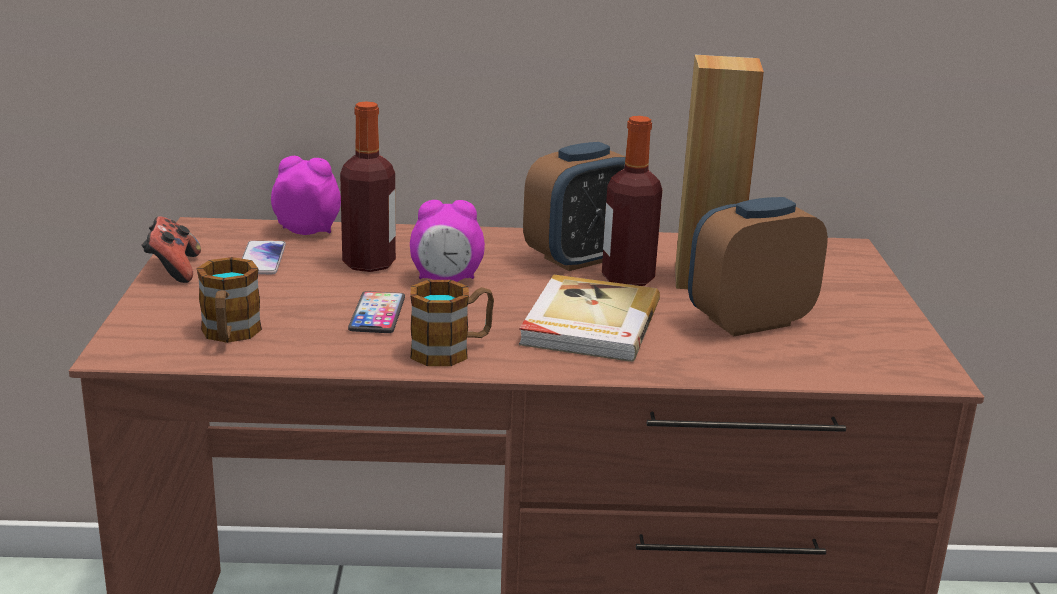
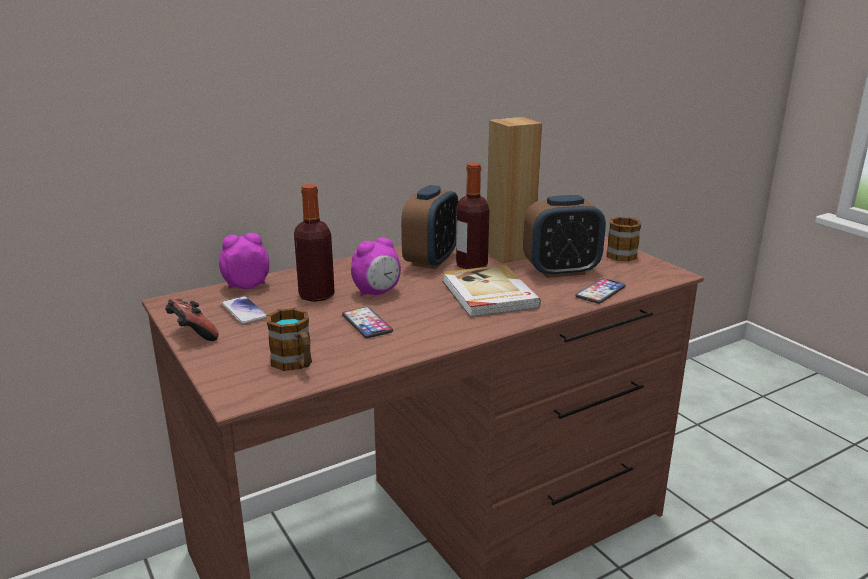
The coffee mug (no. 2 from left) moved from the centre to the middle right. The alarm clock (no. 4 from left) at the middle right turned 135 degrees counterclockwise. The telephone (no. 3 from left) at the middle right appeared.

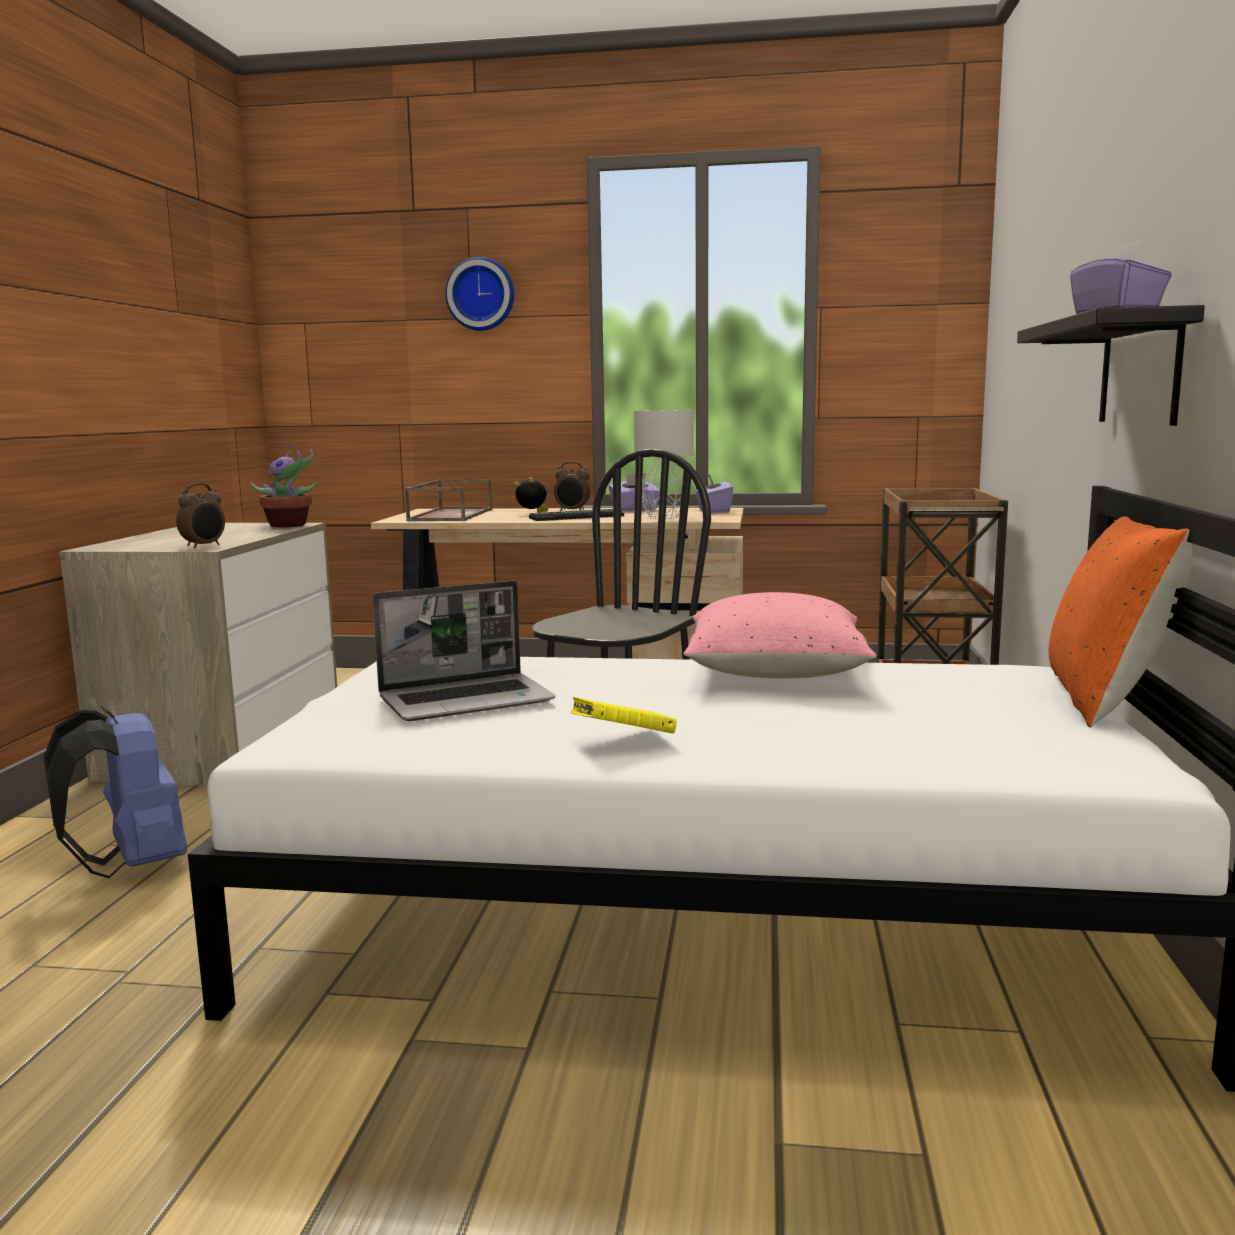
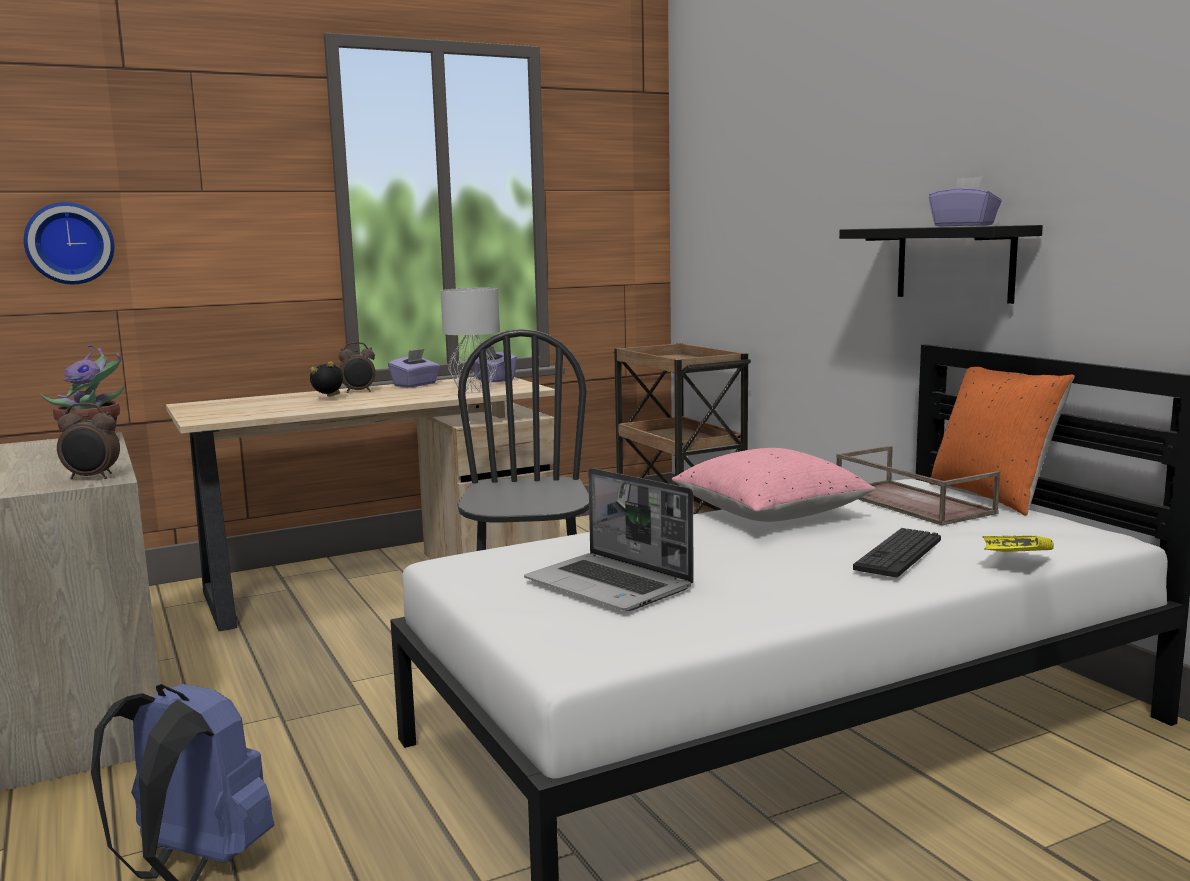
The alarm clock (no. 1 from left) at the middle left turned 90 degrees clockwise. The notebook computer at the centre turned 105 degrees clockwise. The brownish tray moved from the centre to the middle right. The wall clock moved from the top centre to the top left. The PC keyboard moved from the centre to the middle right. The yellow volume moved from the centre to the middle right.

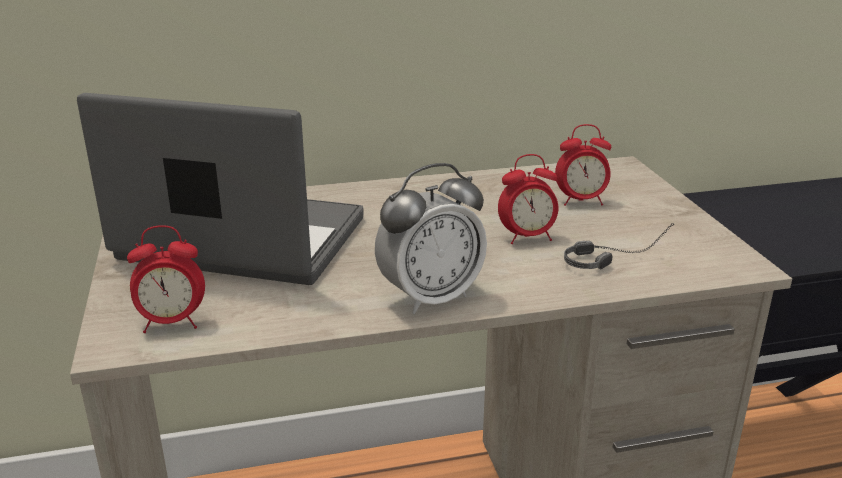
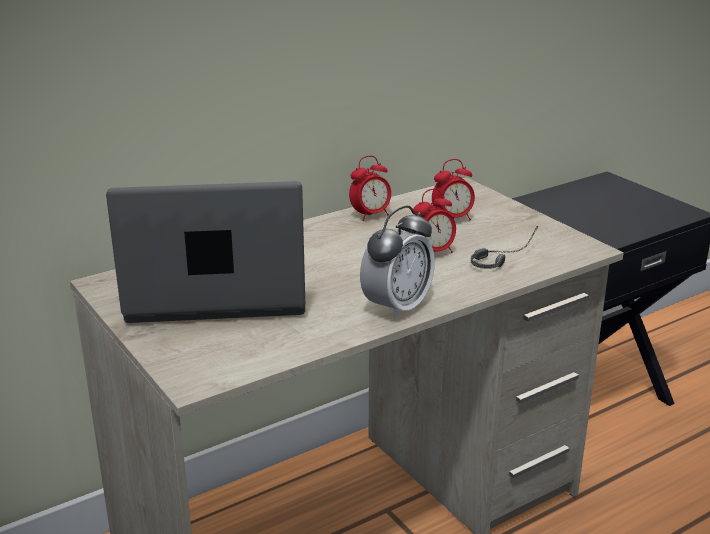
The alarm clock (no. 1 from left) moved from the middle left to the centre.

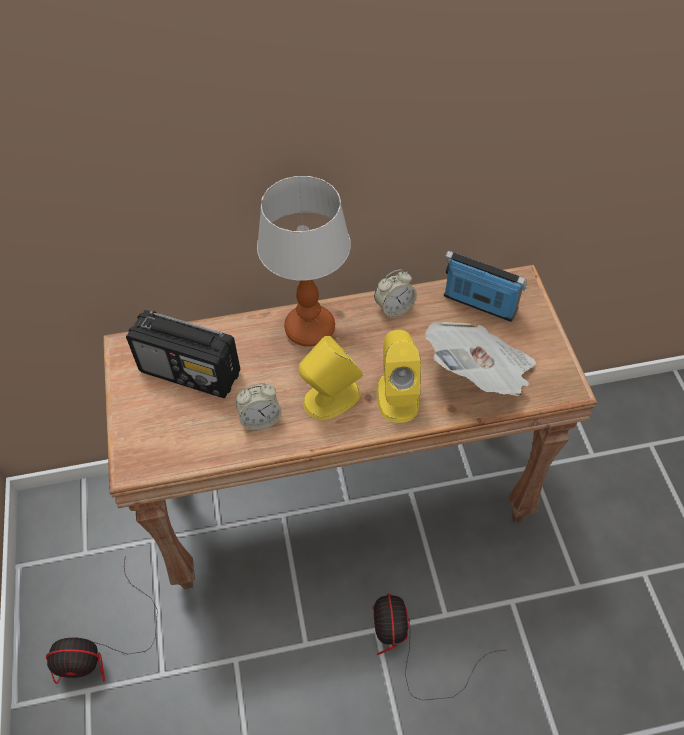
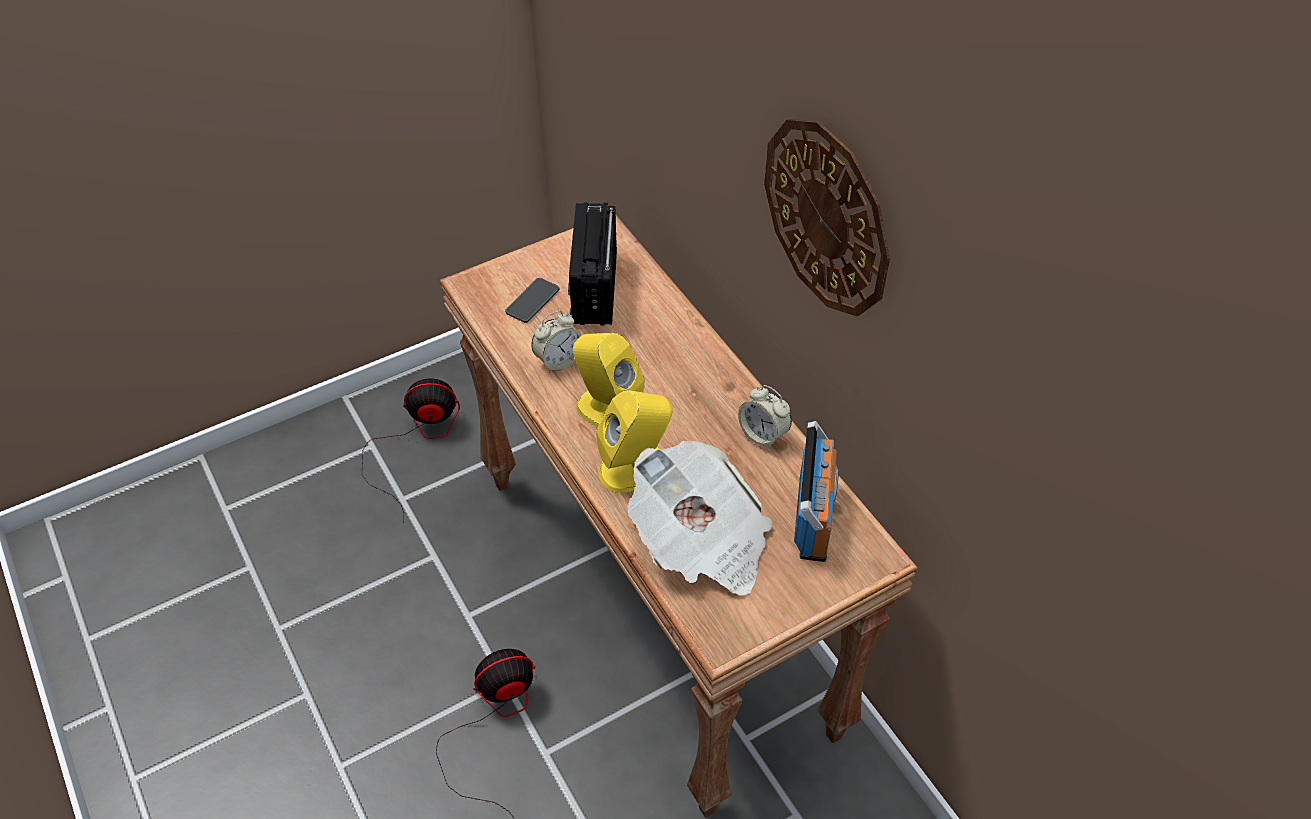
The cooling fan (no. 1 from left) at the bottom left turned 105 degrees clockwise. The alarm clock (no. 1 from left) at the centre turned 90 degrees counterclockwise. The tabletop lamp at the centre disappeared. The telephone at the centre appeared. The wall clock at the top centre appeared.

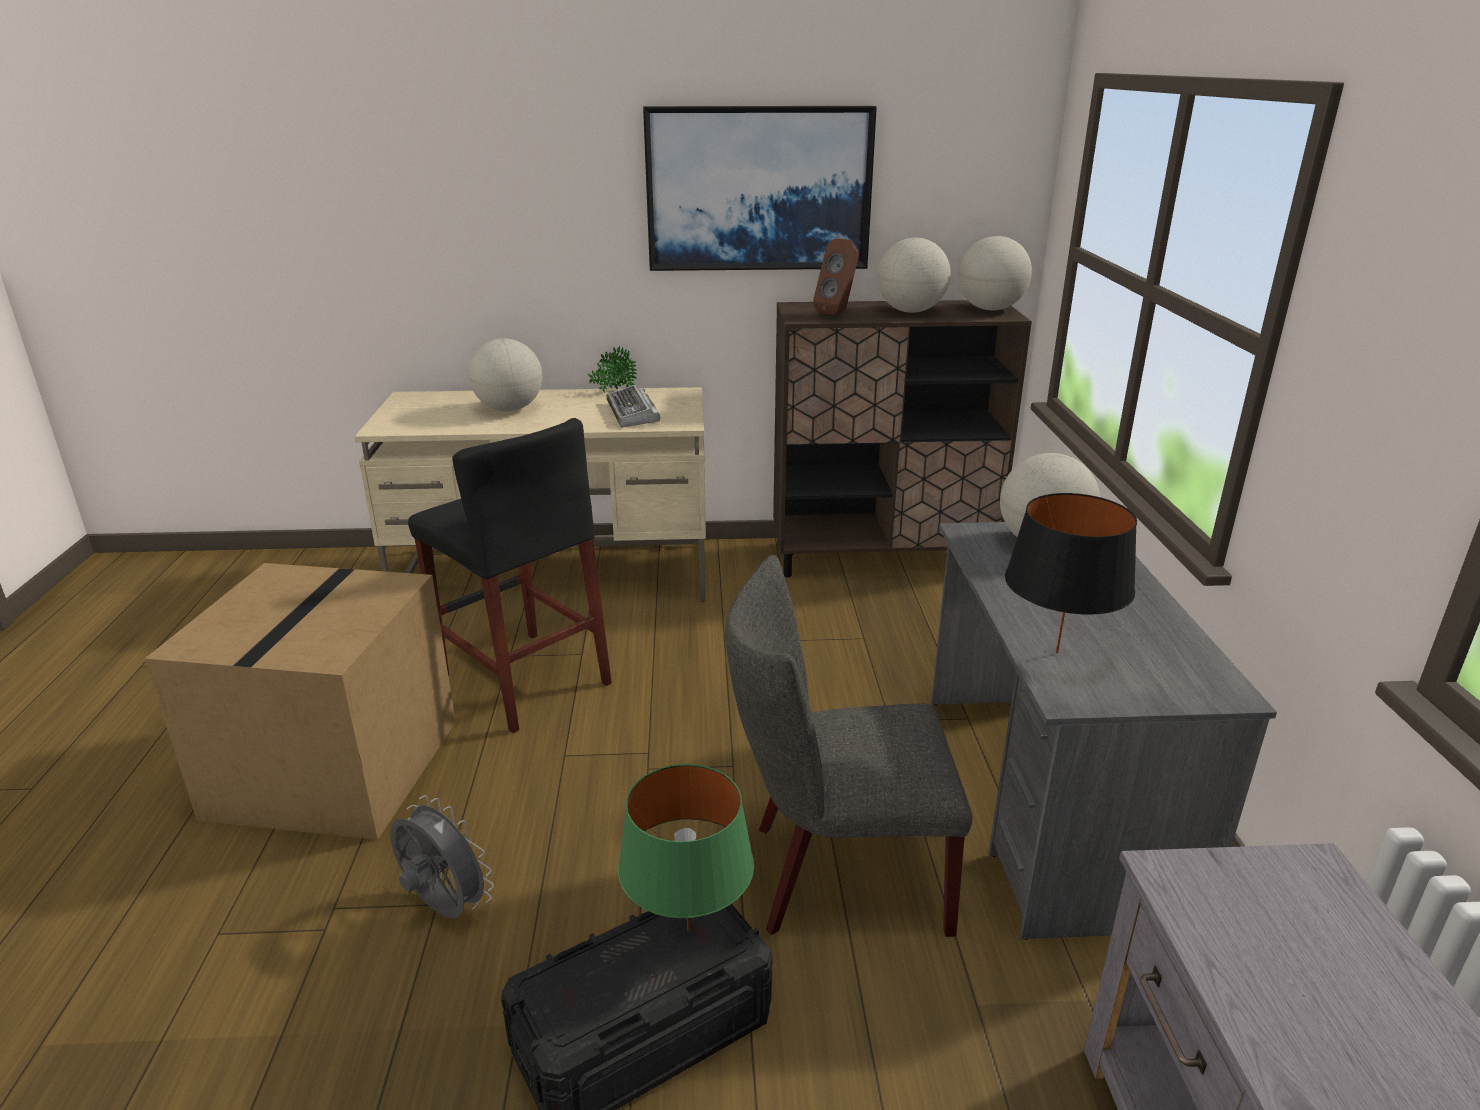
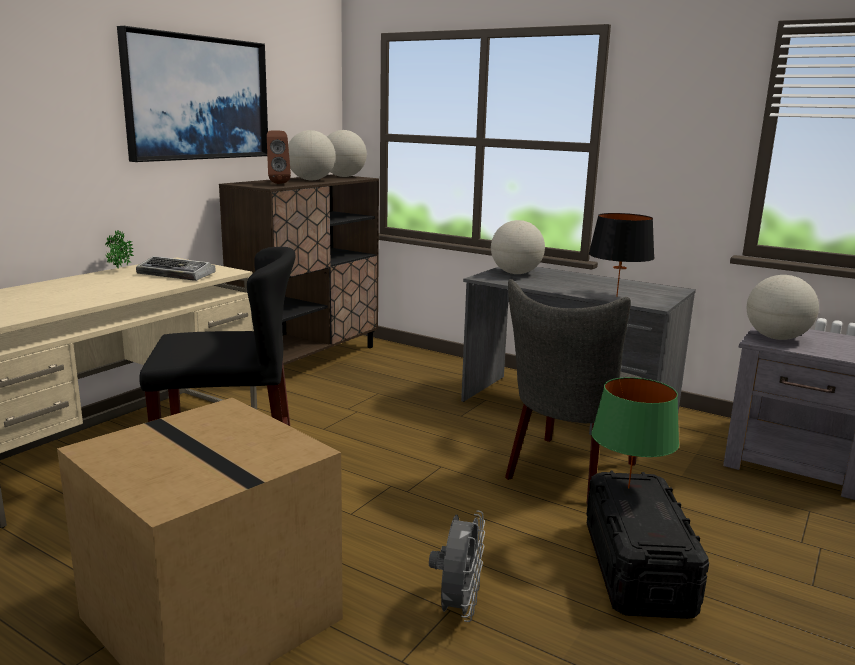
The gray cooling fan at the bottom left turned 120 degrees clockwise. The world globe (no. 1 from left in the first image) moved from the centre to the middle right.

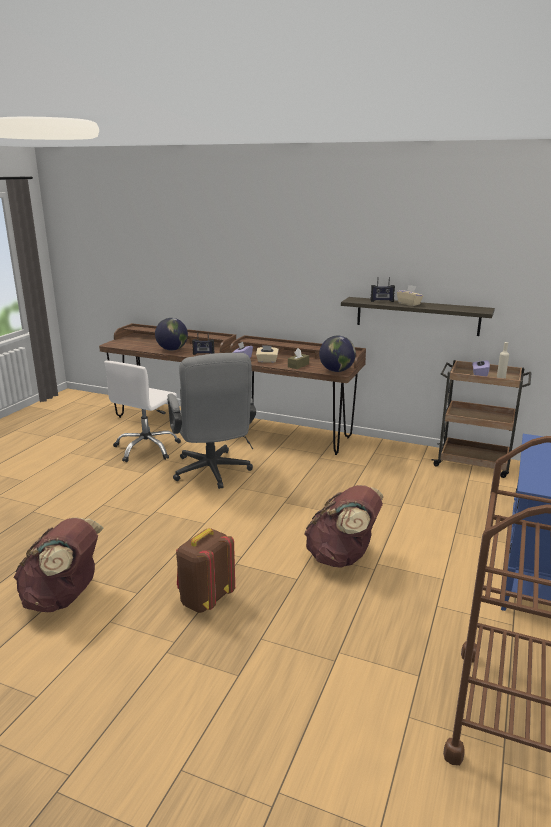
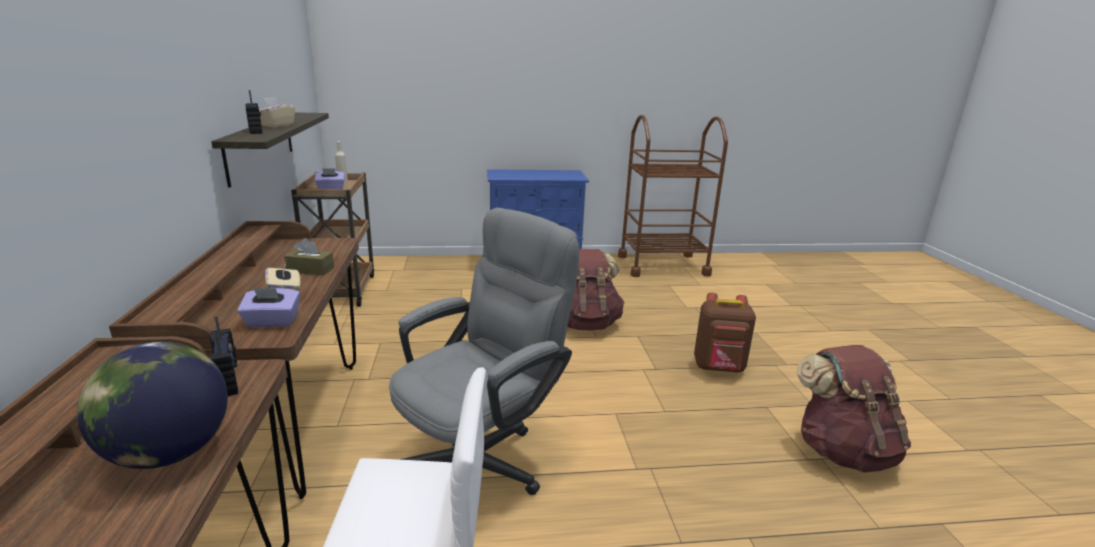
The world globe (no. 2 from left) at the centre disappeared.

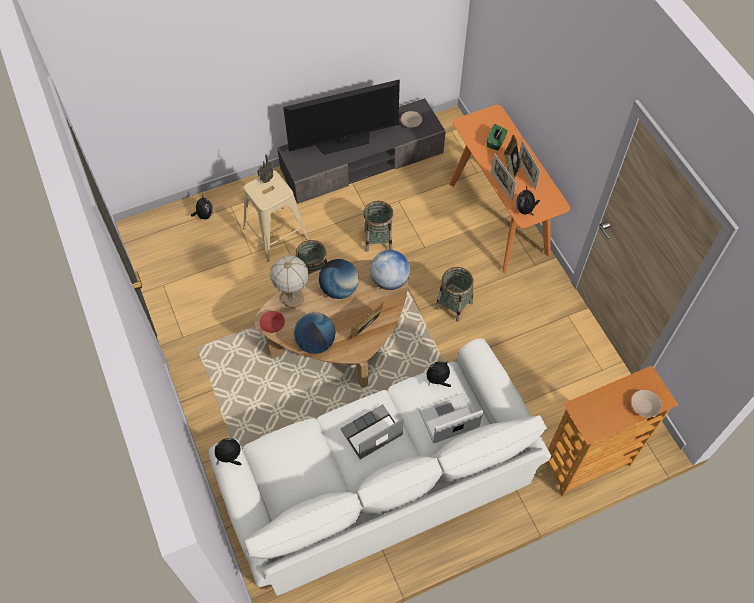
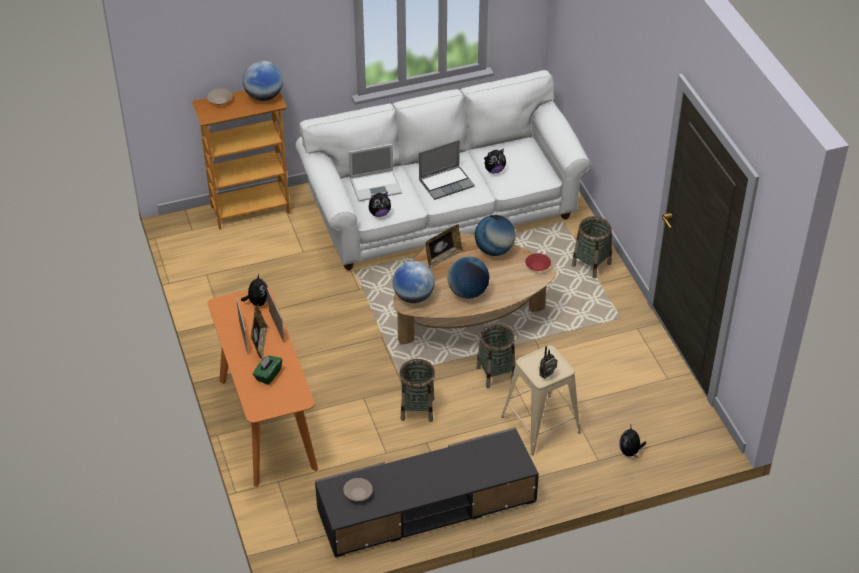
The cuddly toy (no. 2 from left in the first image) moved from the bottom left to the top centre. The tabletop lamp at the centre disappeared. The television at the top centre disappeared. The basket (no. 3 from left) moved from the centre to the middle right. The world globe (no. 1 from left) at the top left appeared.

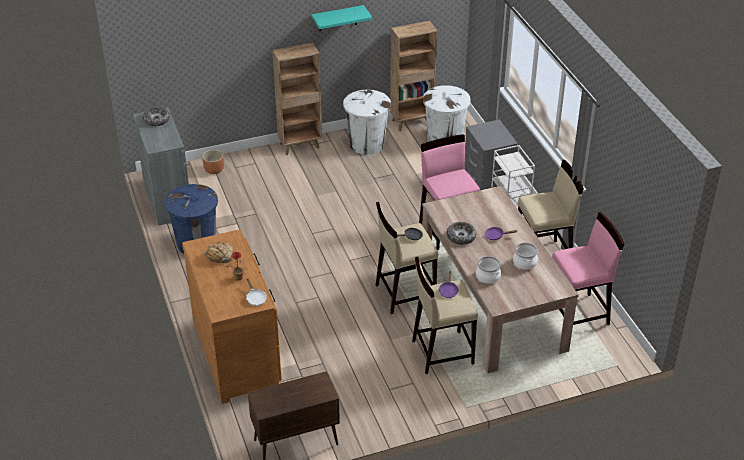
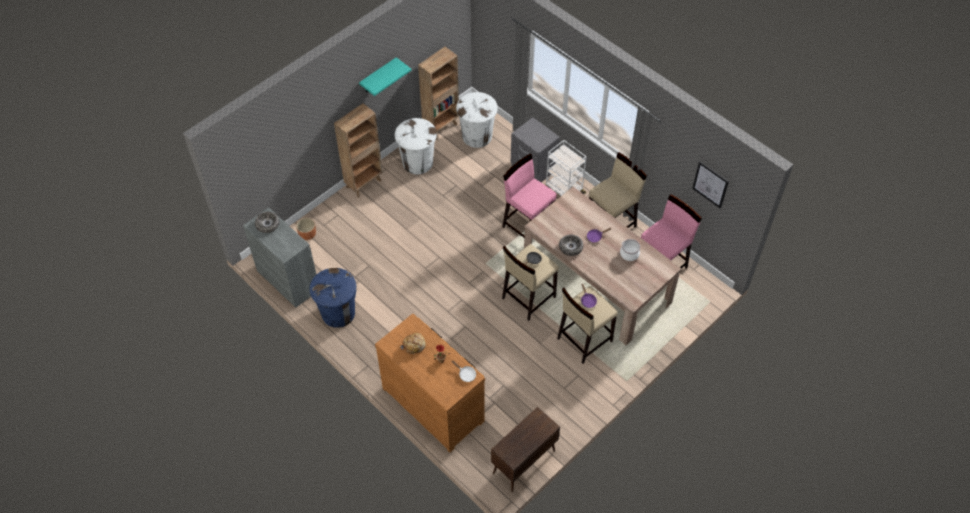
The saucepot (no. 1 from left) at the centre disappeared. The wall art at the middle right appeared.

